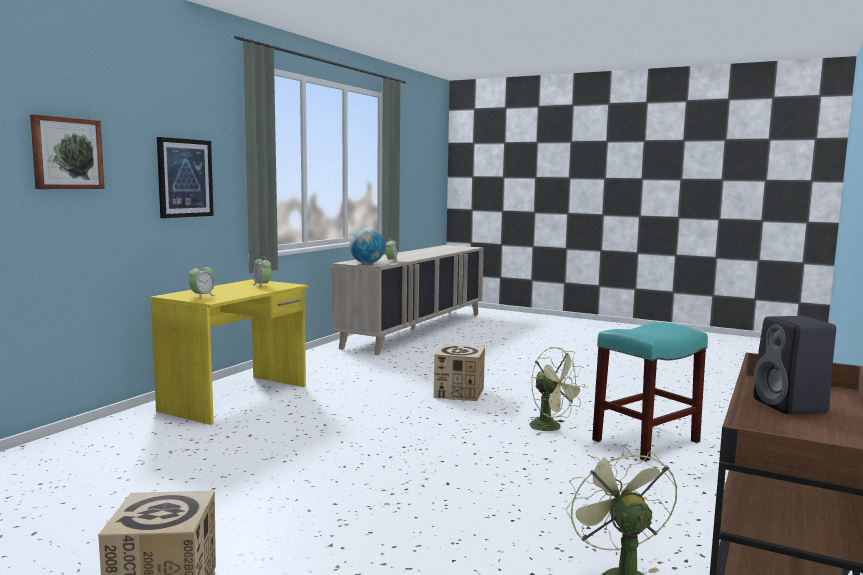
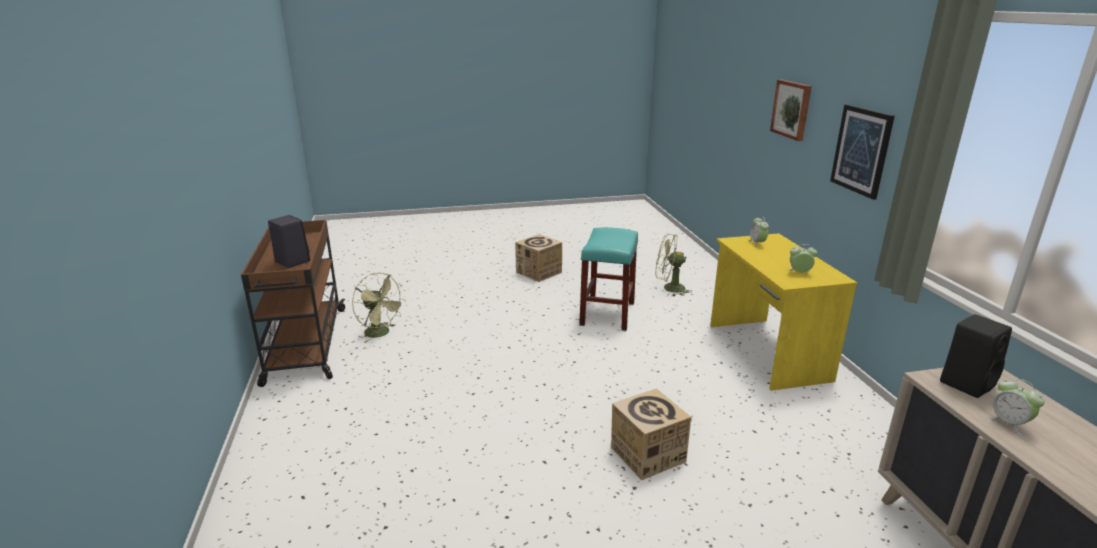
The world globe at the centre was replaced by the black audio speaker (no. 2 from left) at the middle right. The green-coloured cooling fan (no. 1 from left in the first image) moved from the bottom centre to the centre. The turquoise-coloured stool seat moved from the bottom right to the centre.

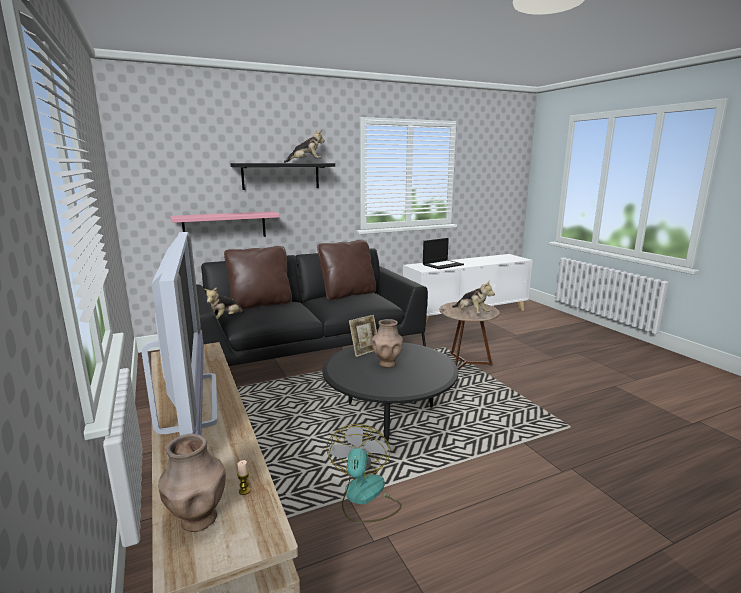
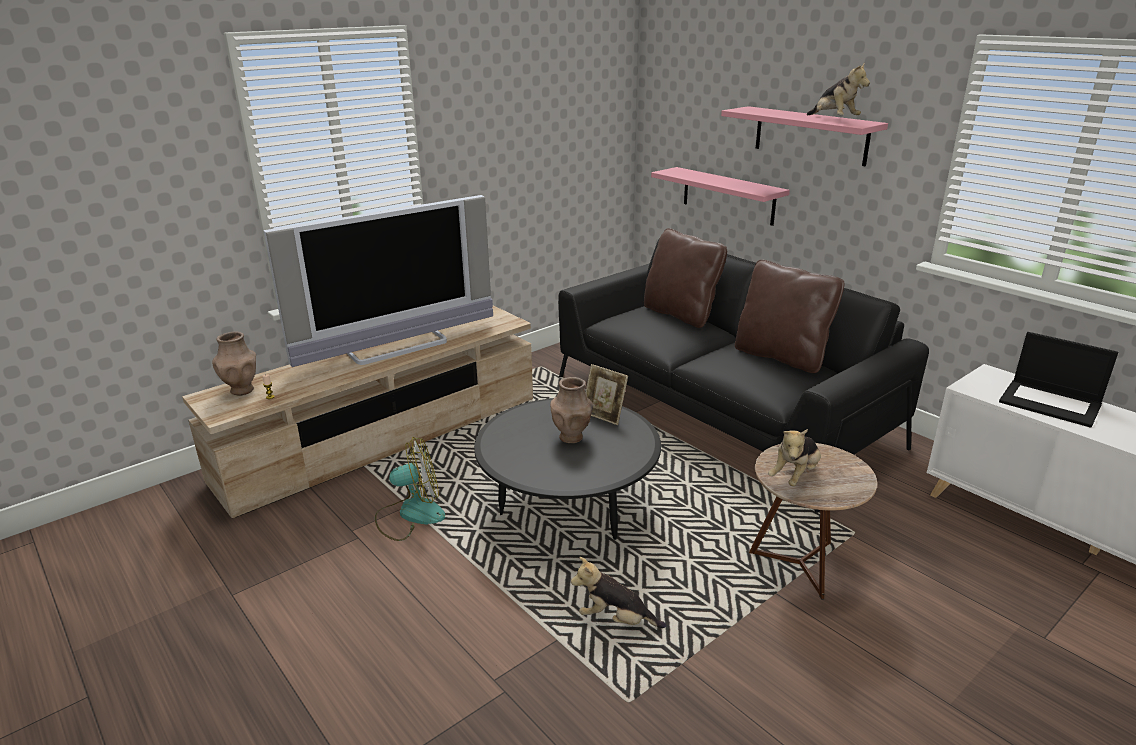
The cuddly toy (no. 1 from left) moved from the middle left to the bottom centre. The black bracket shelf at the top centre became the pink-coloured bracket shelf (no. 2 from left) at the top right.

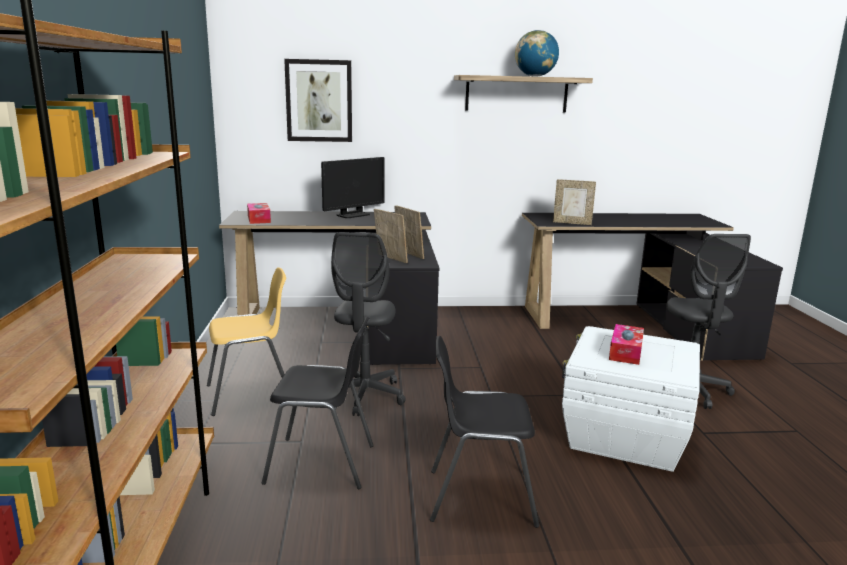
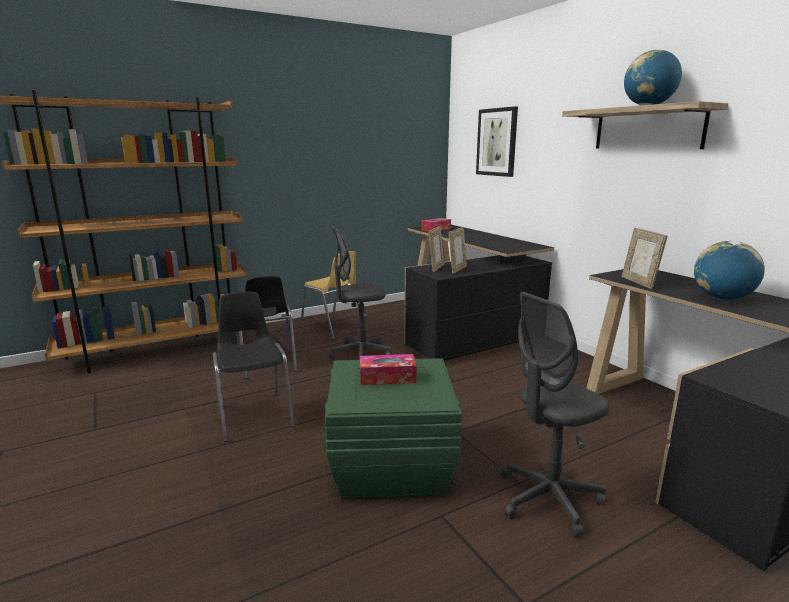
The monitor at the top centre disappeared. The white-coloured storage bin at the bottom right became the green-coloured storage bin at the bottom centre. The world globe (no. 2 from left) at the middle right appeared.

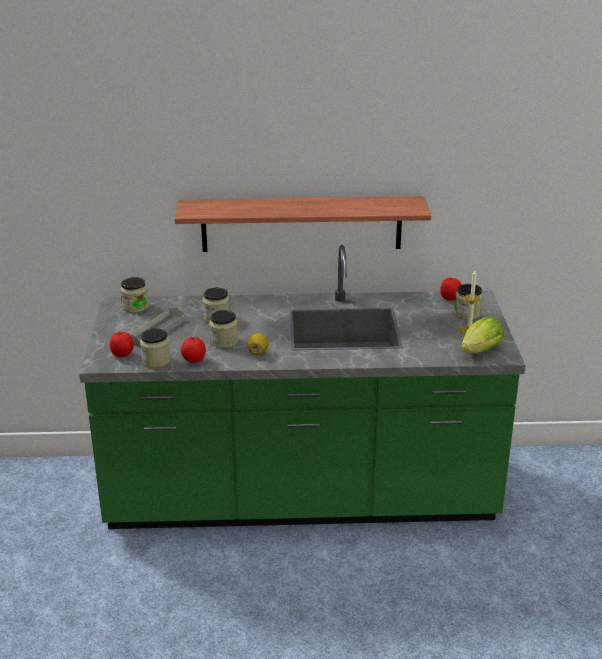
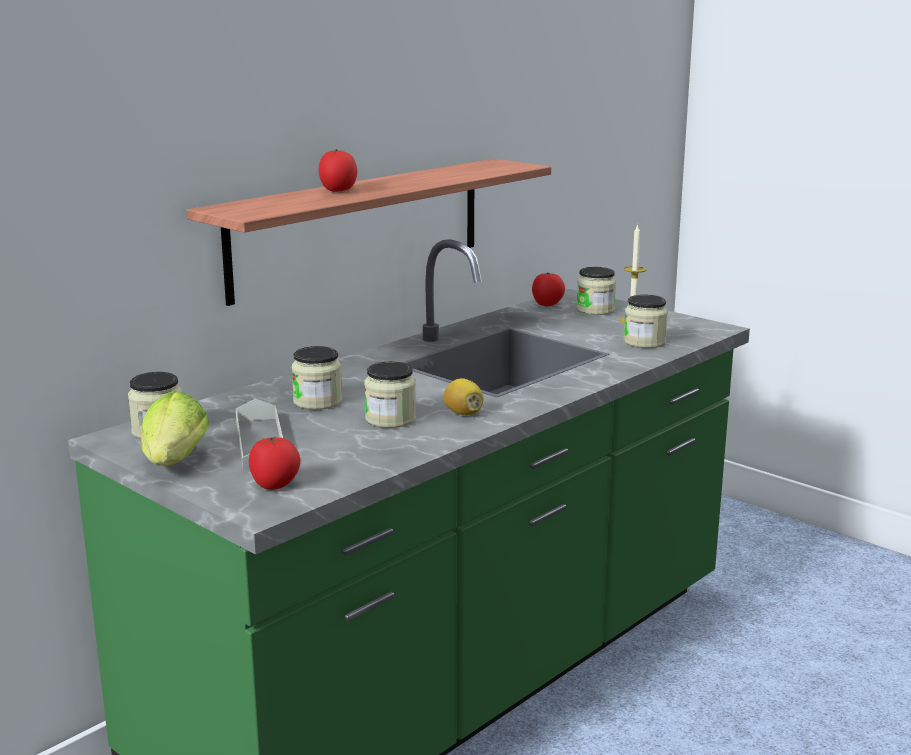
The preserve jar (no. 2 from left in the first image) moved from the middle left to the middle right. The fresh tomato (no. 2 from left) moved from the middle left to the top centre. The head of lettuce moved from the middle right to the middle left.

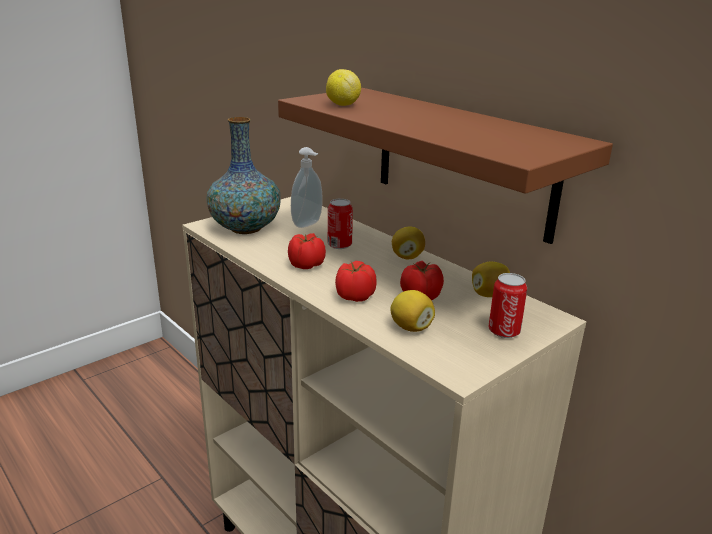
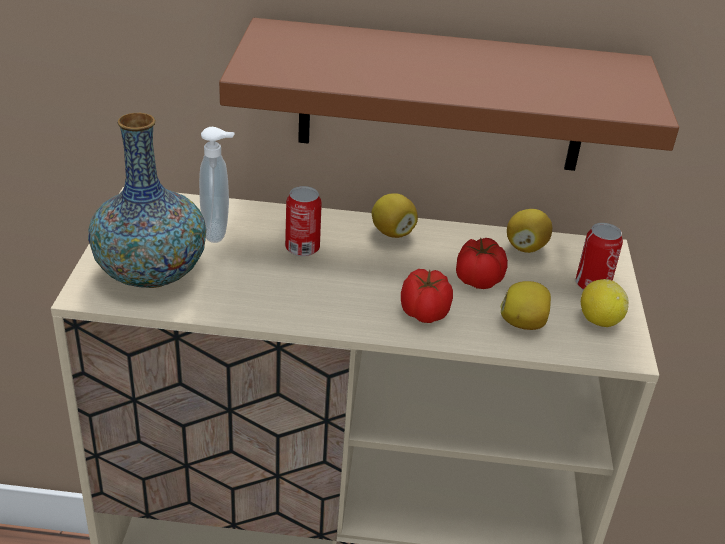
The fresh tomato (no. 1 from left) at the centre disappeared. The lemon (no. 1 from left in the first image) moved from the top centre to the middle right.

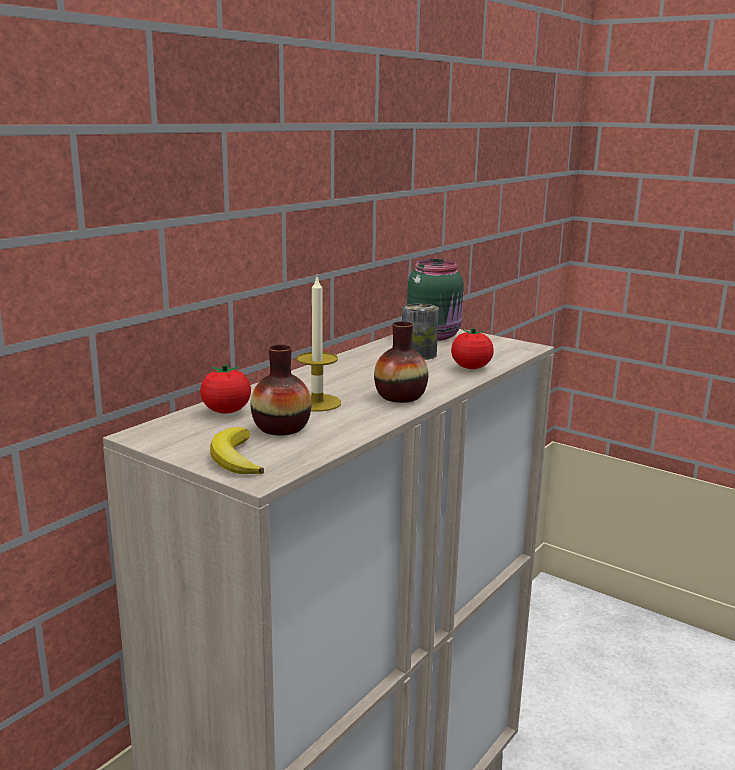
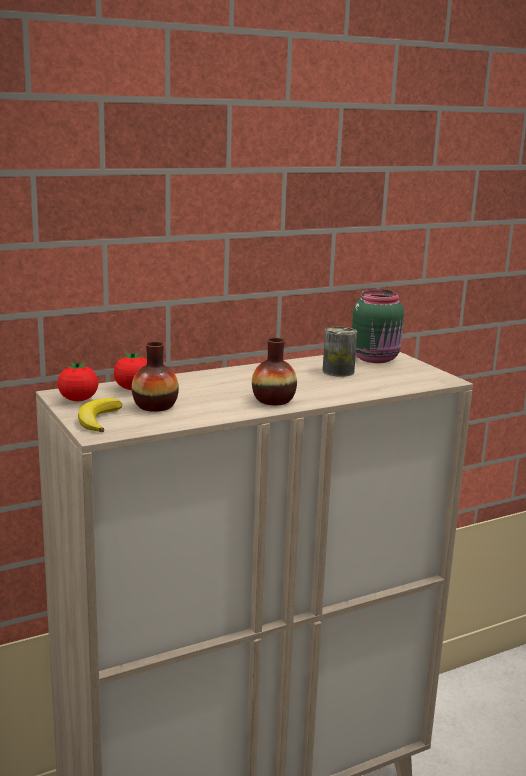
The wax candle at the centre disappeared. The fresh tomato (no. 2 from left in the first image) moved from the centre to the middle left.

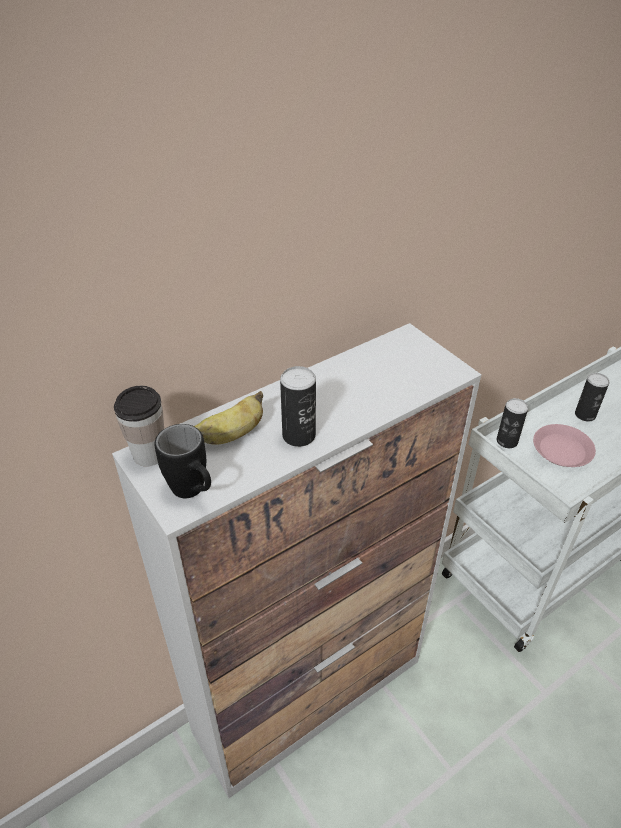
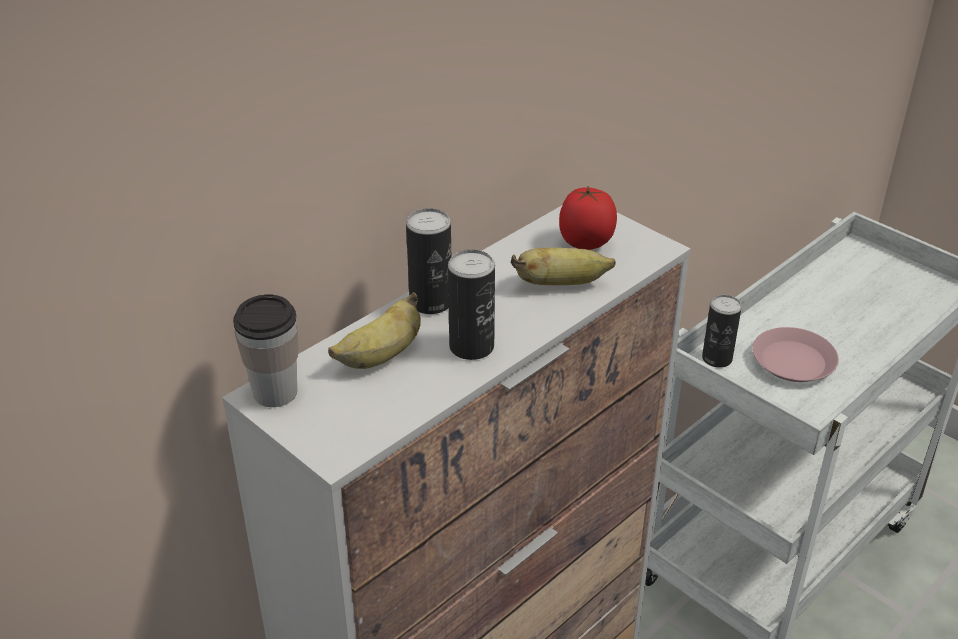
The black coffee mug at the middle left disappeared. The sealed can (no. 3 from left in the first image) moved from the middle right to the centre. The banana (no. 2 from left) at the centre appeared. The fresh tomato at the centre appeared.

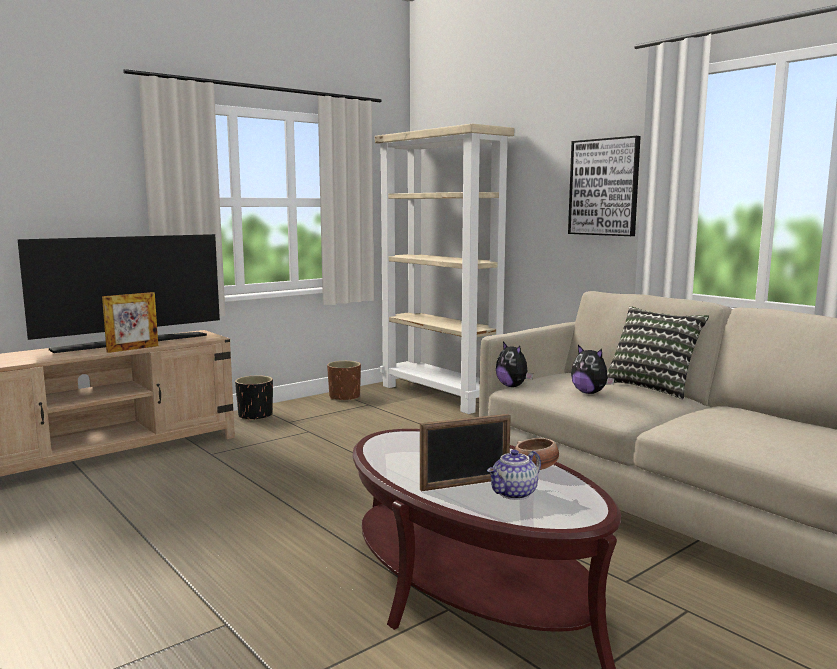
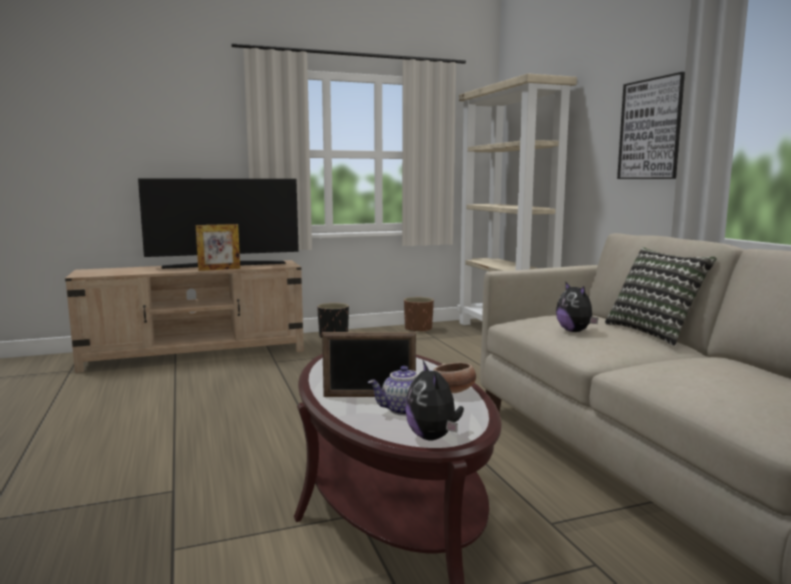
The cuddly toy (no. 1 from left) moved from the centre to the bottom centre.

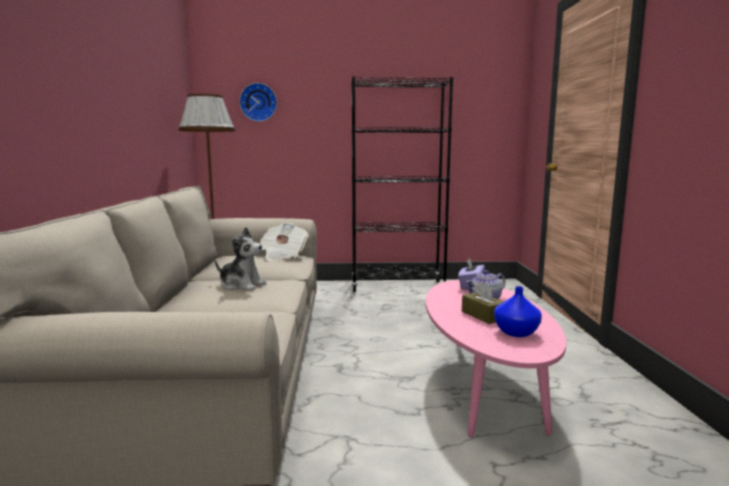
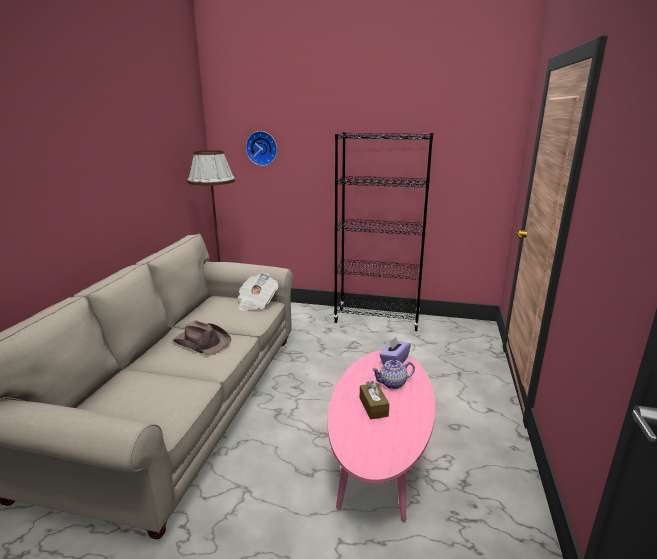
The cuddly toy at the middle left was replaced by the brownish hat at the middle left. The blue decorative vase at the middle right disappeared.

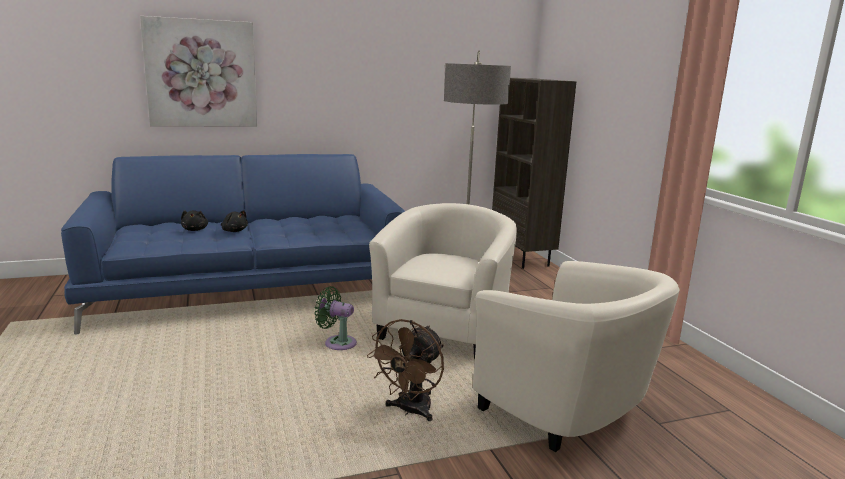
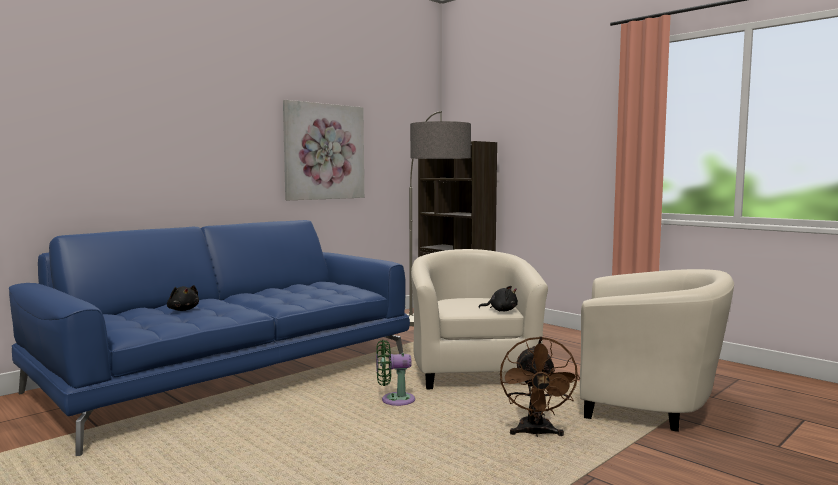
The wall art moved from the top left to the top centre. The black cuddly toy (no. 2 from left) moved from the middle left to the centre.

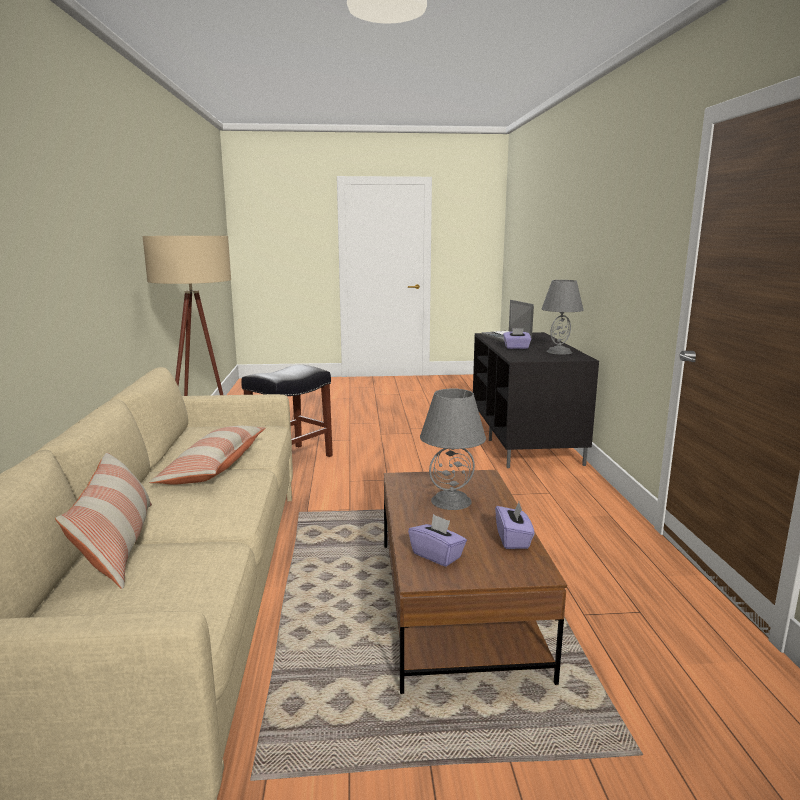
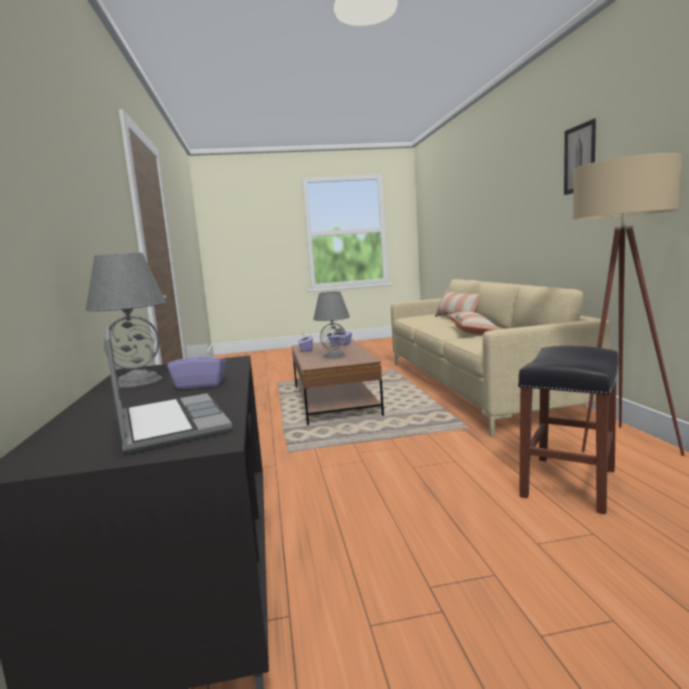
The wall art at the top right appeared.

